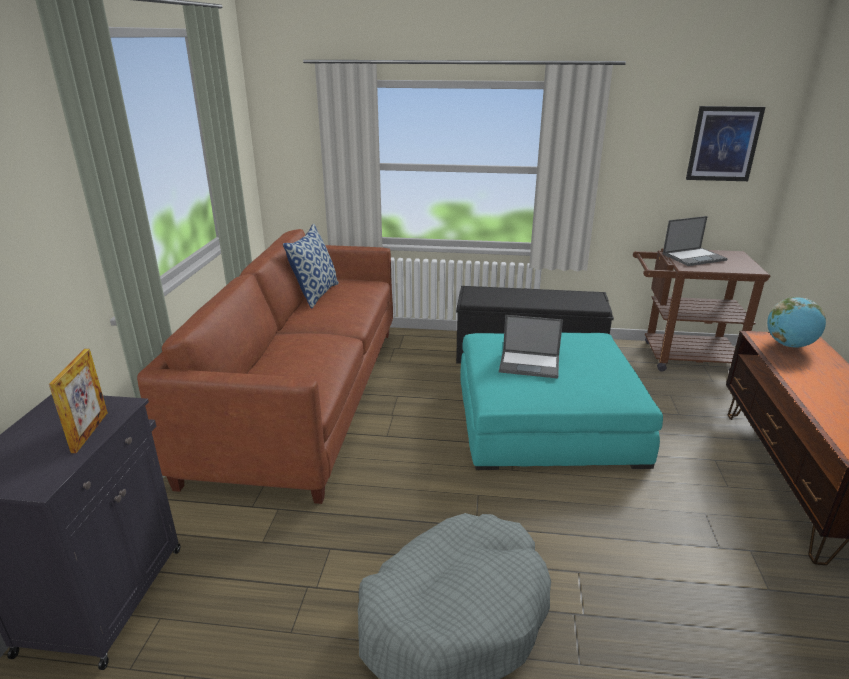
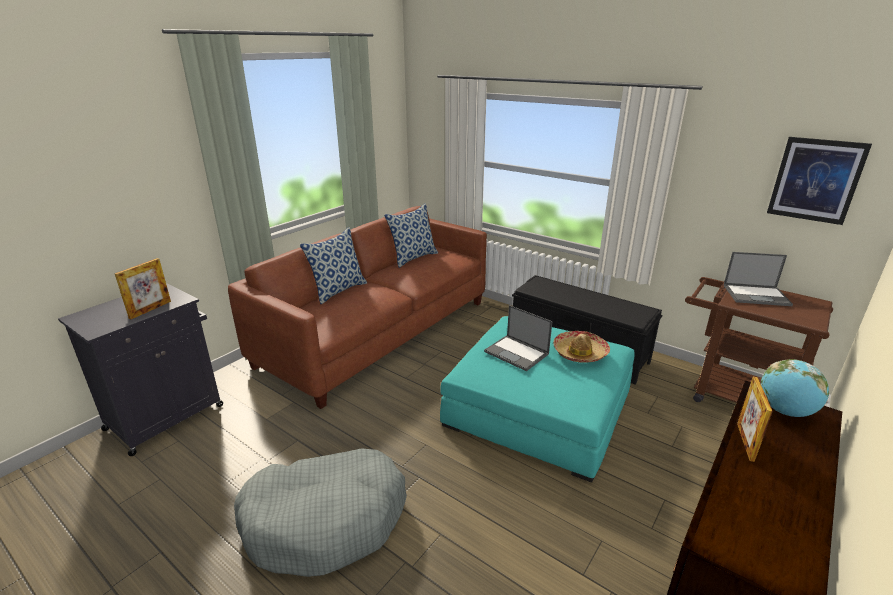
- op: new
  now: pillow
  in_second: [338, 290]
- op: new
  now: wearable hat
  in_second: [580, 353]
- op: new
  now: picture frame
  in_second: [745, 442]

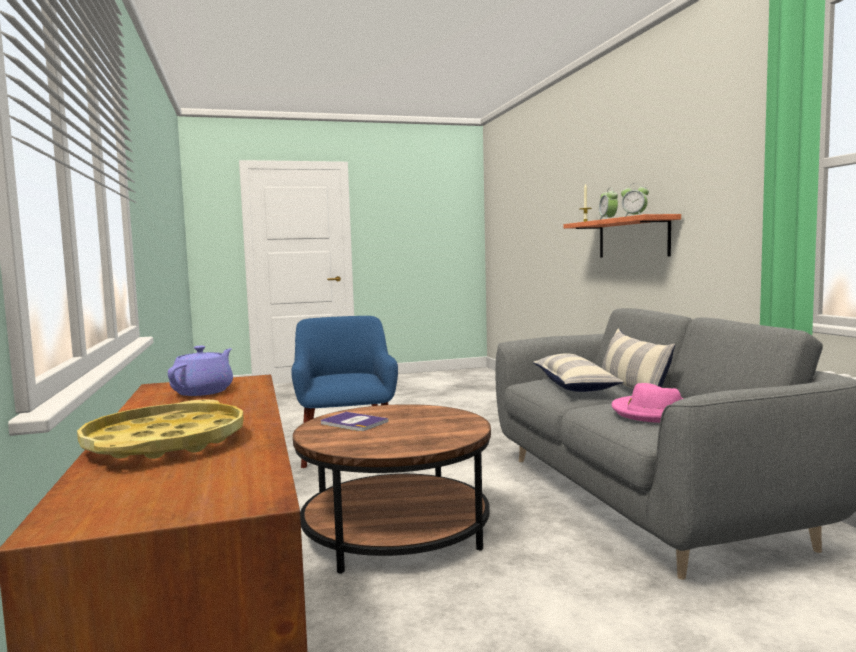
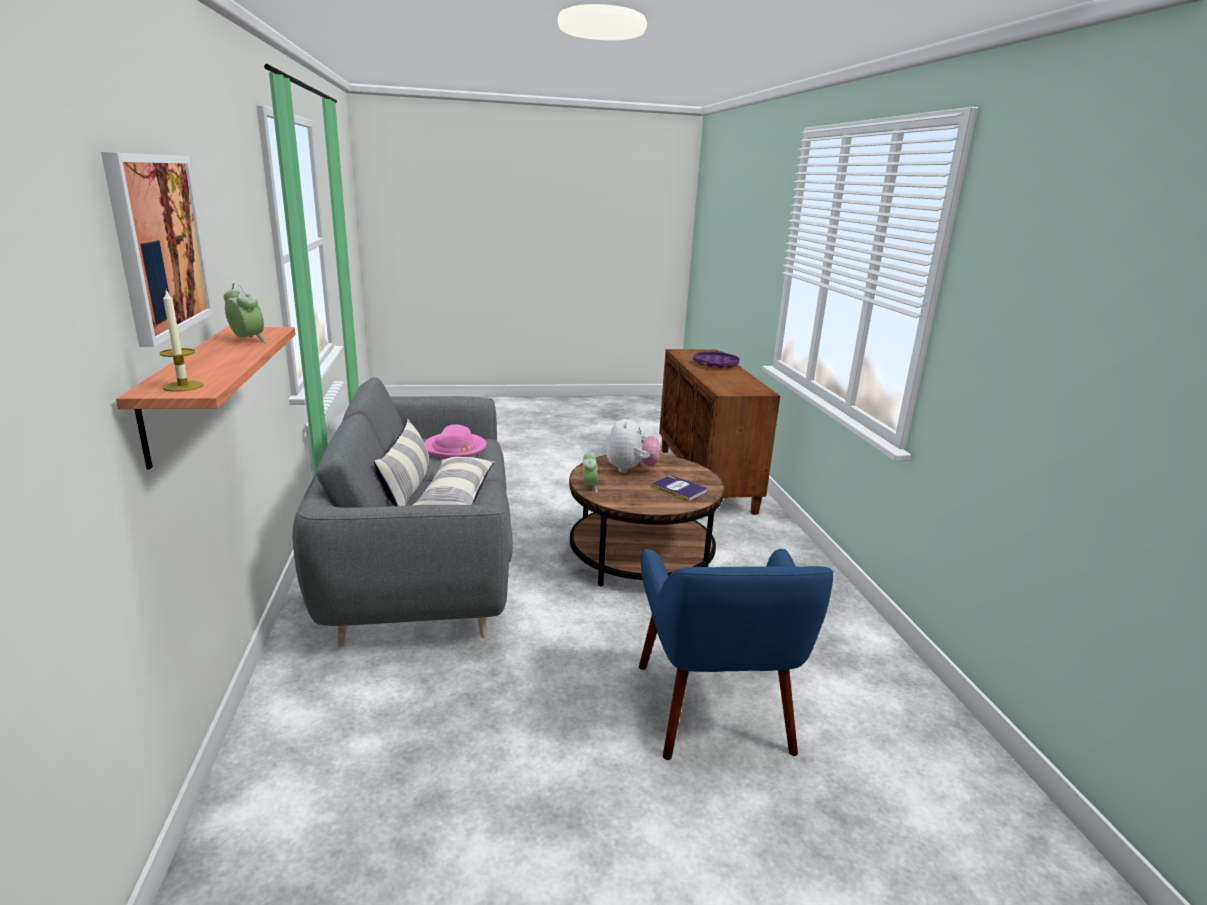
- op: shifted
  was: table clock
  in_first: [608, 219]
  in_second: [589, 487]
- op: gone
  was: purple-coloured pot for tea
  in_first: [204, 391]
- op: repainted
  was: yellow carrying tray
  now: purple-coloured carrying tray
  in_first: [165, 443]
  in_second: [715, 364]
- op: new
  now: wall art
  in_second: [158, 245]
- op: new
  now: plush toy
  in_second: [631, 469]

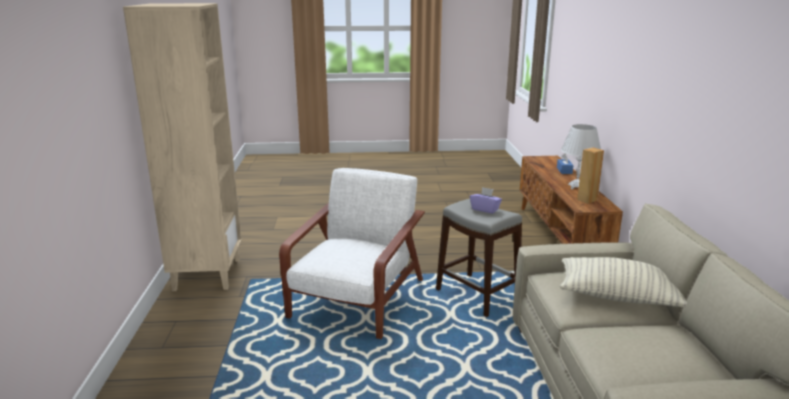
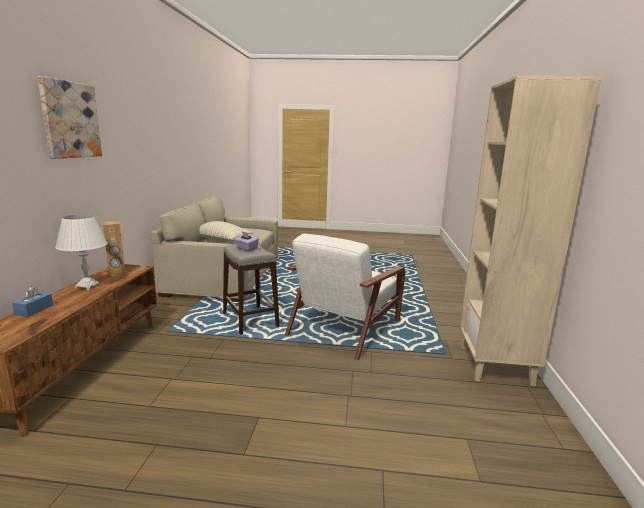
- op: new
  now: wall art
  in_second: [70, 120]

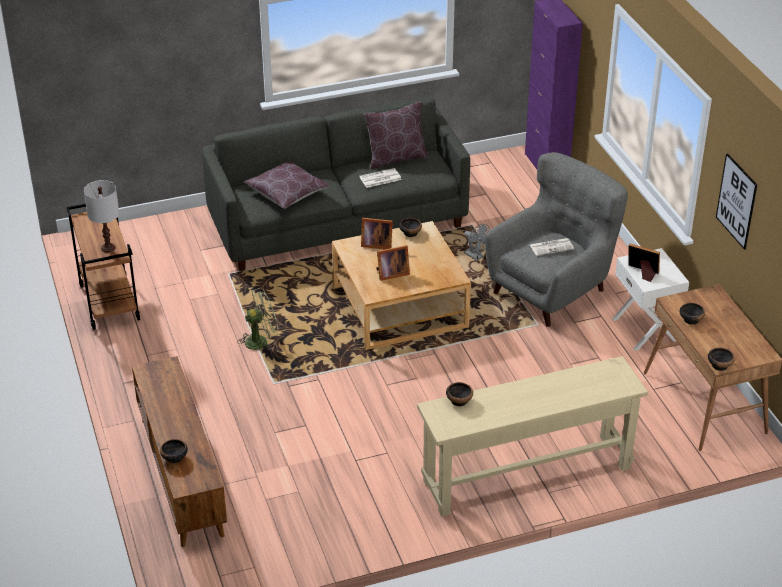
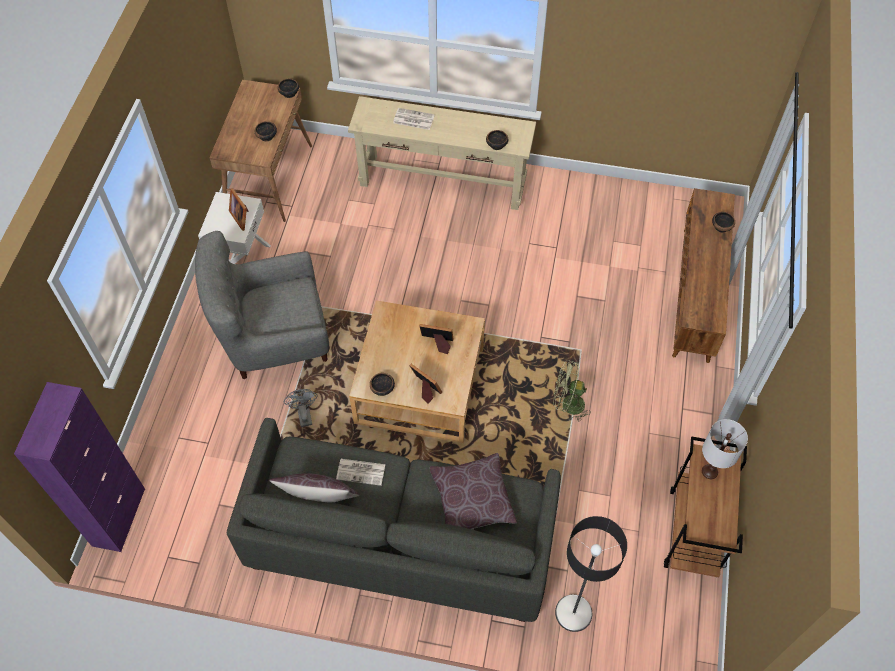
- op: gone
  was: wall art
  in_first: [736, 201]
- op: shifted
  was: newspaper
  in_first: [552, 247]
  in_second: [413, 119]
- op: new
  now: standing lamp
  in_second: [573, 613]

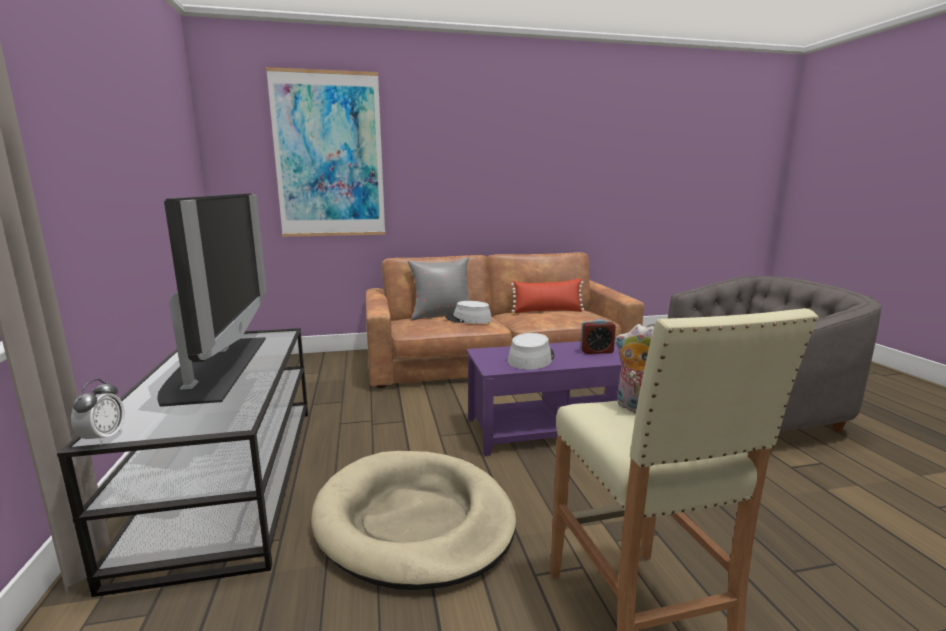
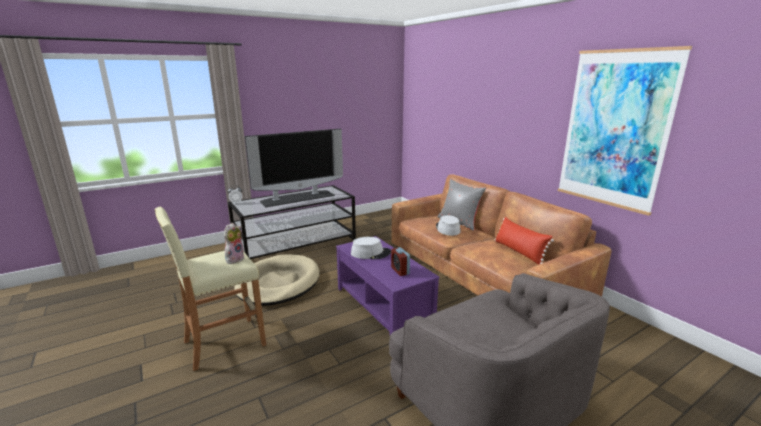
- op: shifted
  was: wall art
  in_first: [329, 156]
  in_second: [615, 130]

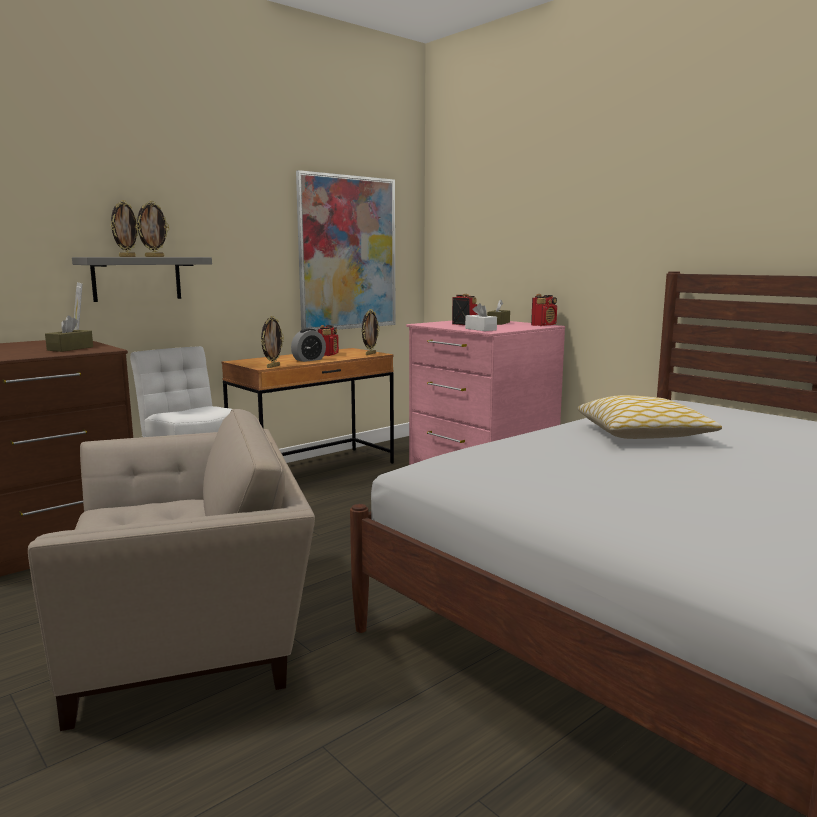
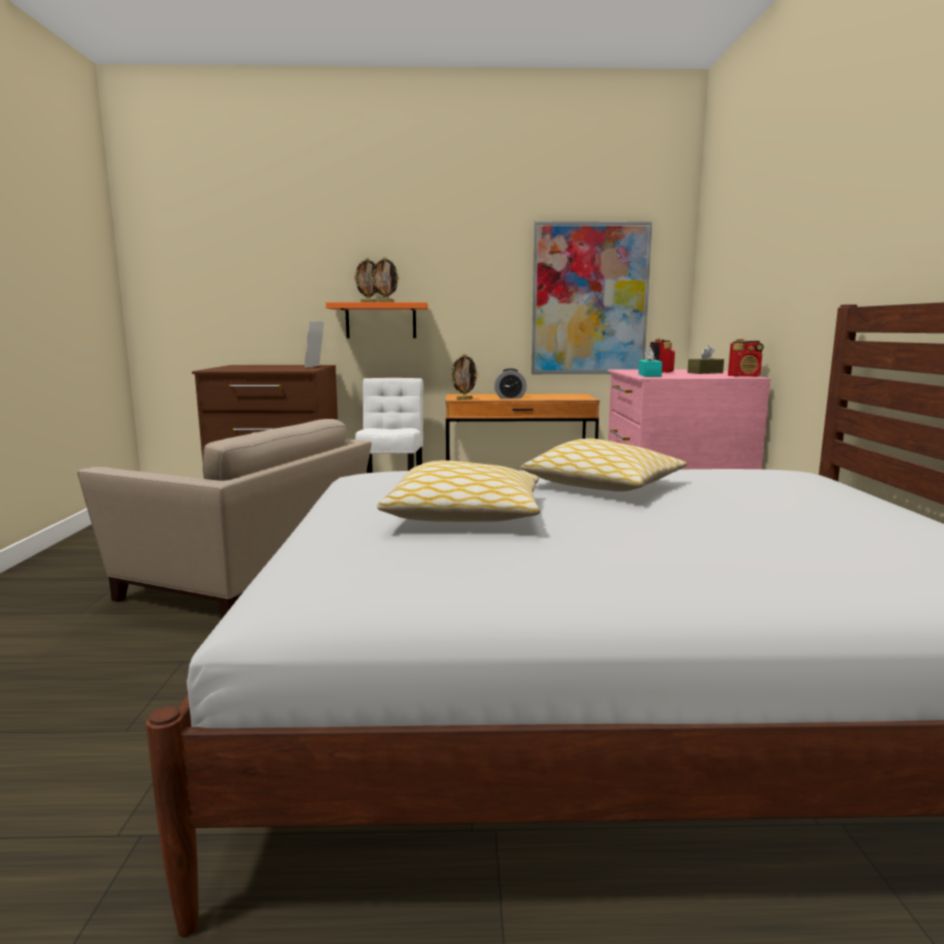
- op: repainted
  was: greyish shelf
  now: orange shelf
  in_first: [137, 278]
  in_second: [381, 321]
- op: repainted
  was: white-coloured box of tissues
  now: blue-green box of tissues
  in_first: [480, 329]
  in_second: [649, 375]
- op: gone
  was: picture frame
  in_first: [370, 354]
- op: gone
  was: brown-coloured box of tissues
  in_first: [70, 348]
- op: gone
  was: radio
  in_first: [328, 354]
- op: new
  now: pillow
  in_second: [465, 515]

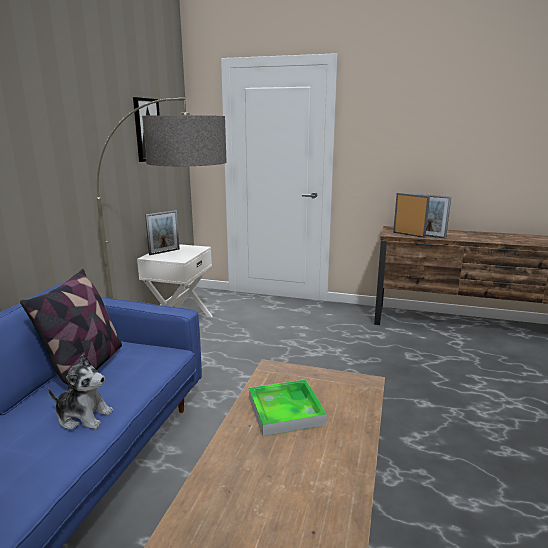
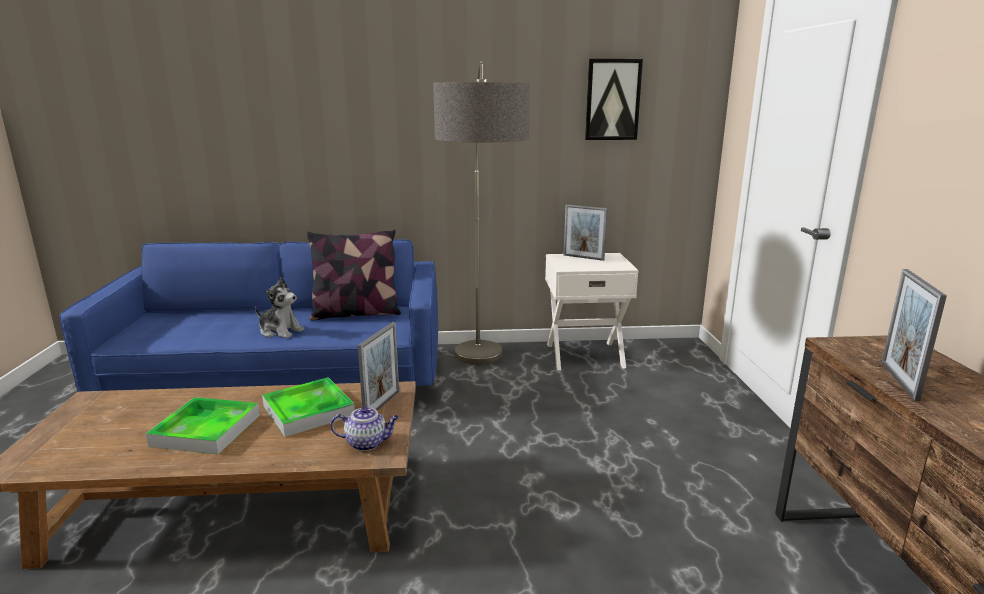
- op: shifted
  was: picture frame
  in_first: [408, 235]
  in_second: [382, 405]
- op: rotated
  was: plush toy
  in_first: [83, 416]
  in_second: [280, 331]
  clockwise: -60
- op: new
  now: carrying tray
  in_second: [206, 430]
- op: new
  now: pot for tea
  in_second: [367, 443]

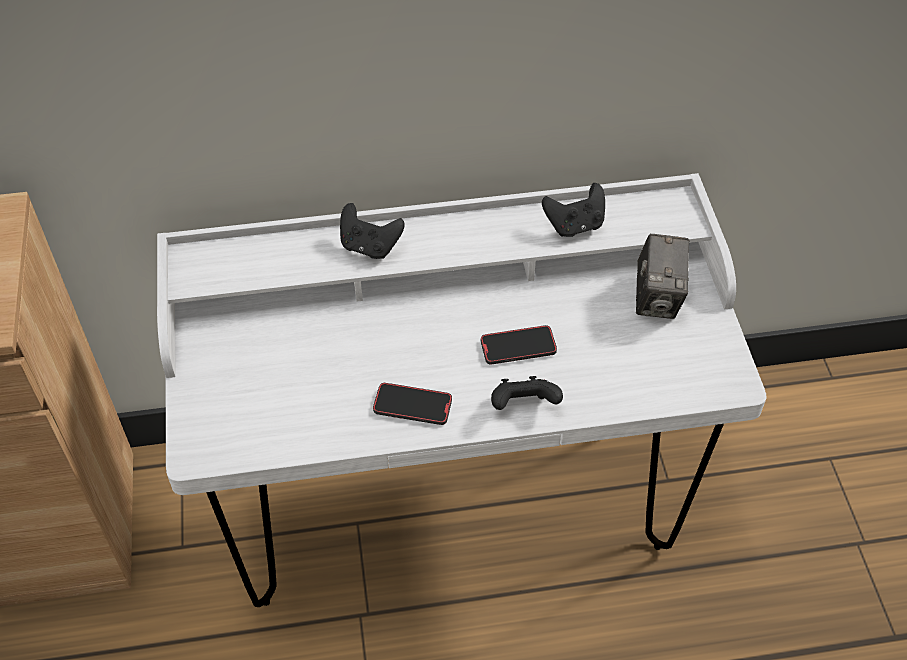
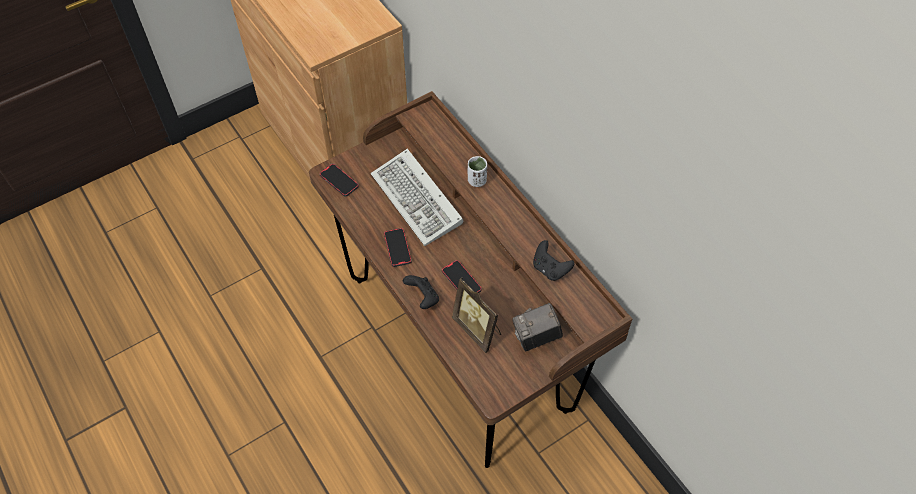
- op: repainted
  was: white-coloured desk table
  now: brown-coloured desk table
  in_first: [453, 505]
  in_second: [459, 343]
- op: swapped
  was: black joypad
  now: white-coloured small cup
  in_first: [370, 246]
  in_second: [477, 180]
- op: new
  now: computer keyboard
  in_second: [419, 201]
- op: new
  now: handset
  in_second: [339, 181]
- op: new
  now: picture frame
  in_second: [478, 329]

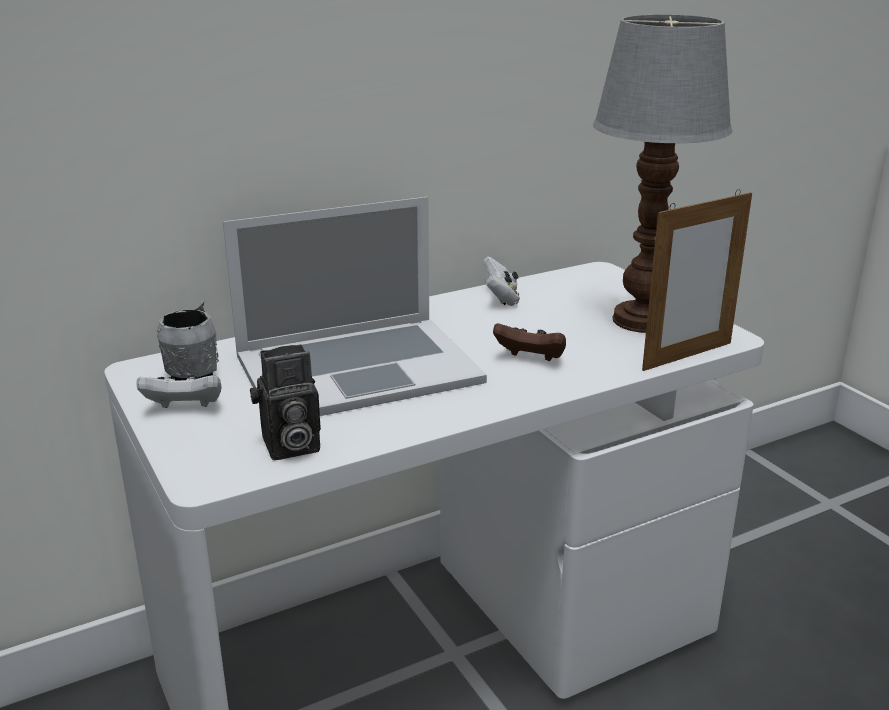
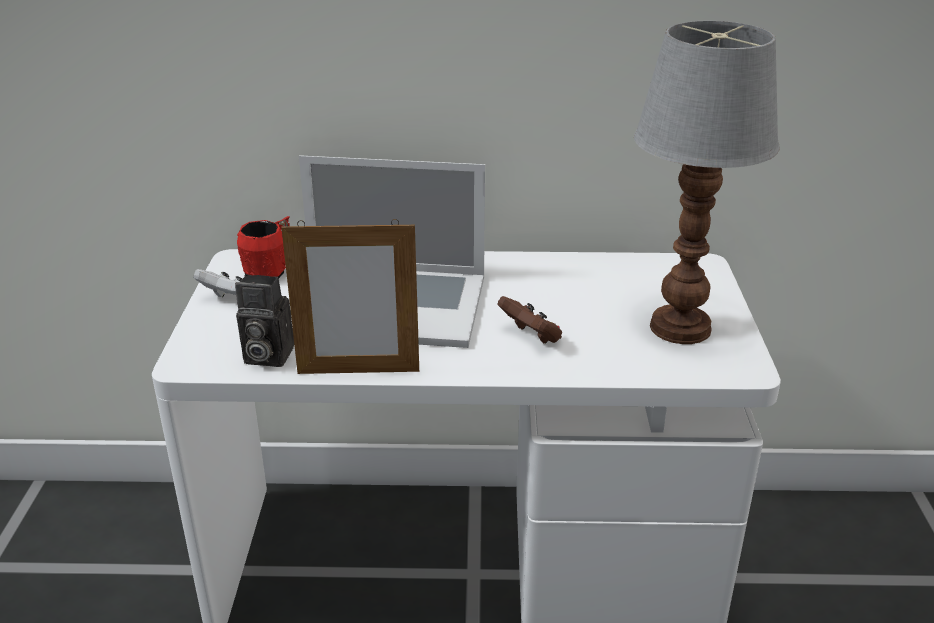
- op: shifted
  was: picture frame
  in_first: [687, 356]
  in_second: [358, 372]
- op: gone
  was: white-coloured joypad
  in_first: [501, 298]
- op: repainted
  was: greyish coffee mug
  now: red coffee mug
  in_first: [195, 371]
  in_second: [271, 272]

